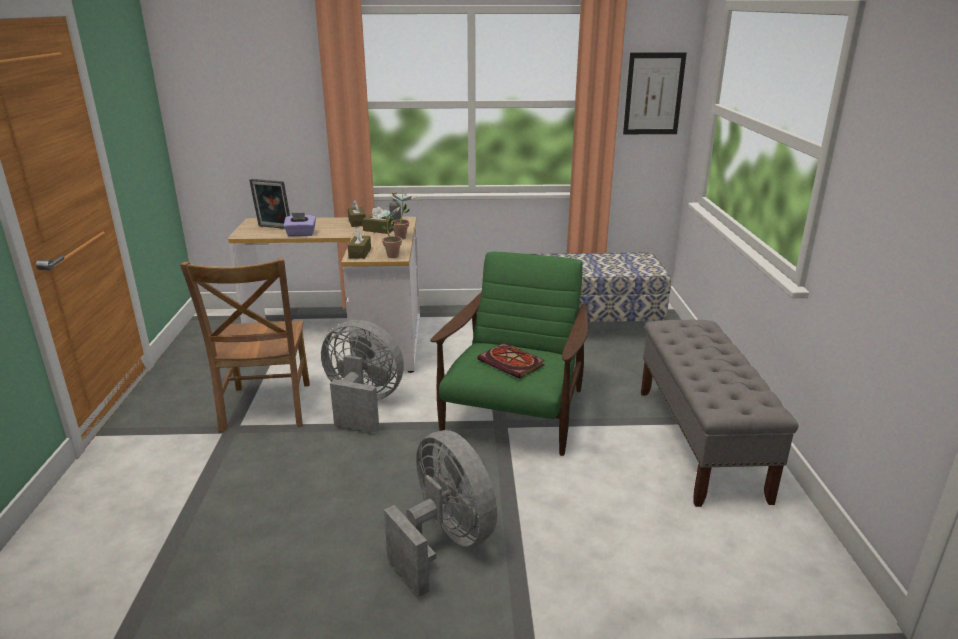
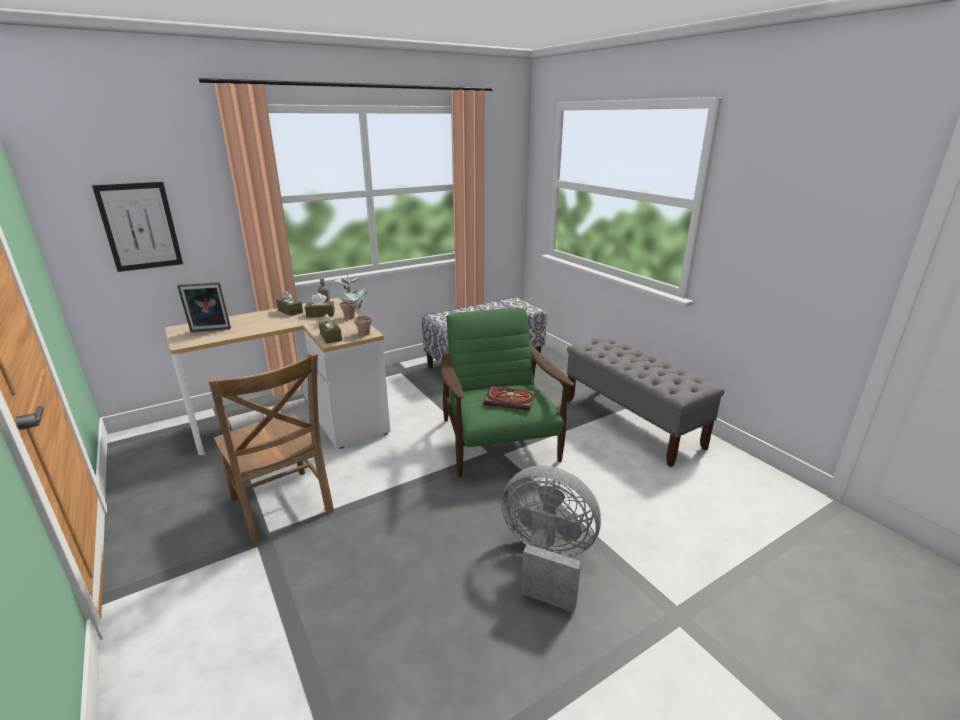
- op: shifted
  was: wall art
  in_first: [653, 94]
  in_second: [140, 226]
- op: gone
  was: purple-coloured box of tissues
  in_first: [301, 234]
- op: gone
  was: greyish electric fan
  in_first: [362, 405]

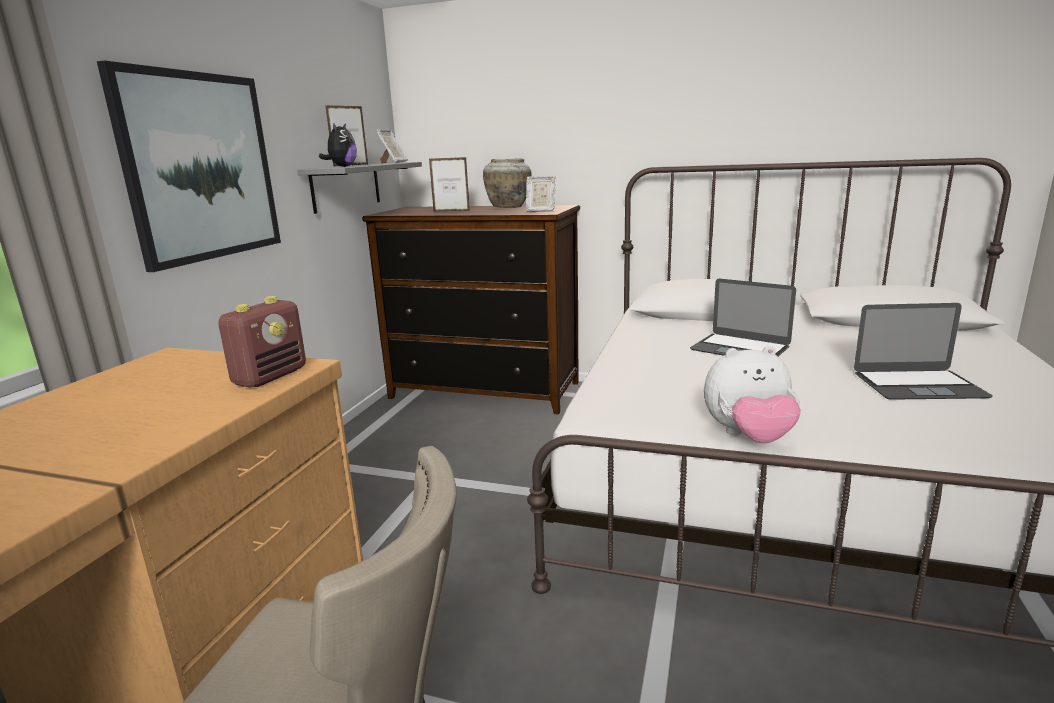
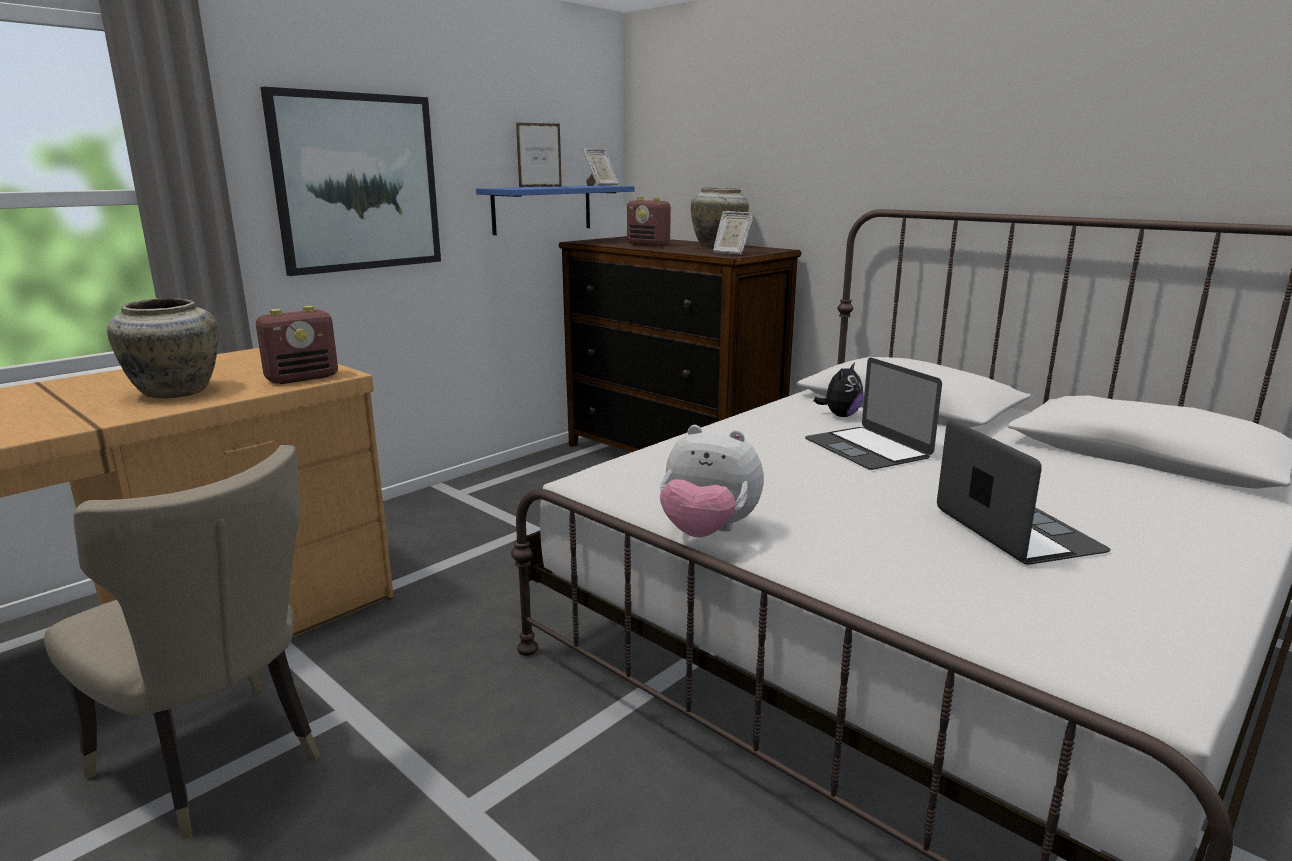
- op: shifted
  was: plush toy
  in_first: [342, 167]
  in_second: [840, 415]
- op: swapped
  was: picture frame
  now: radio
  in_first: [451, 211]
  in_second: [649, 245]
- op: repainted
  was: greyish shelf
  now: blue-coloured shelf
  in_first: [346, 186]
  in_second: [542, 209]
- op: rotated
  was: portable computer
  in_first: [918, 385]
  in_second: [1017, 530]
  clockwise: -135
- op: new
  now: sand-coloured flower vase
  in_second: [175, 392]

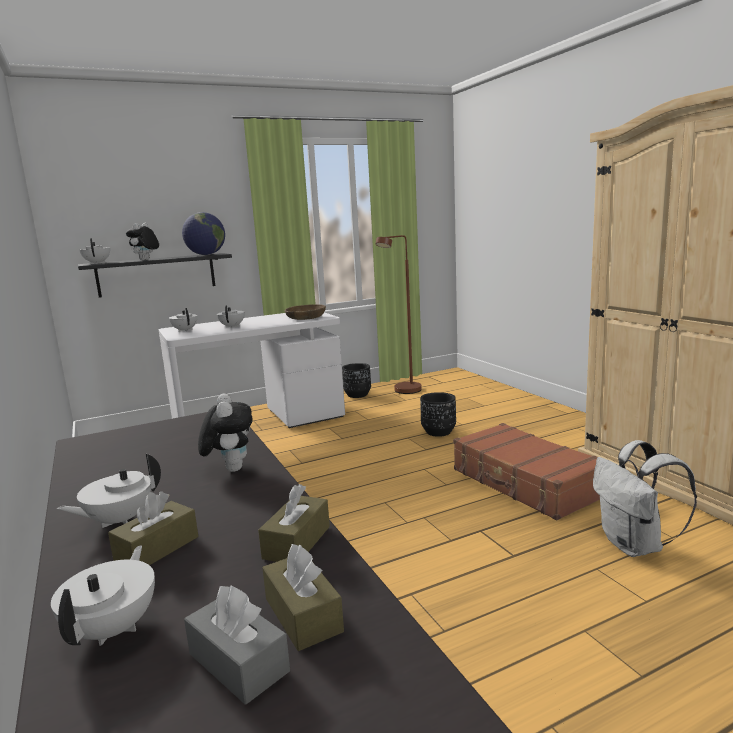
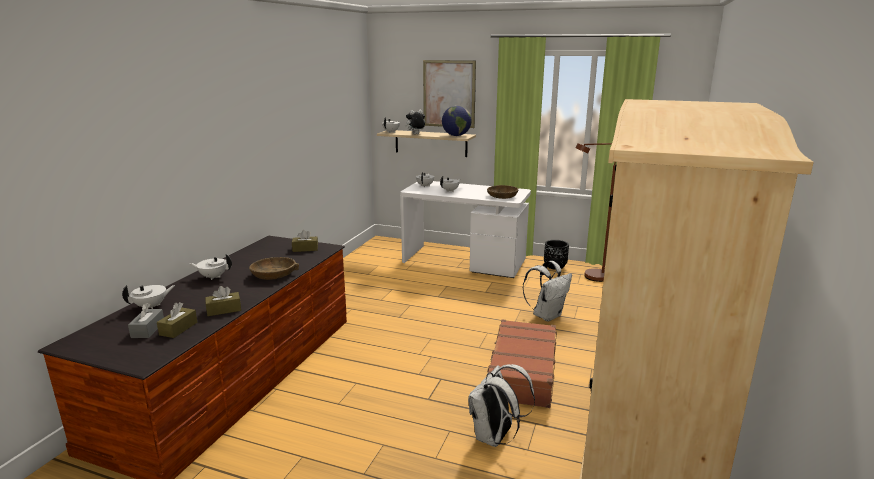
- op: repainted
  was: black shelf
  now: sand-coloured shelf
  in_first: [156, 275]
  in_second: [430, 143]
- op: swapped
  was: black planter
  now: white-coloured rucksack
  in_first: [438, 432]
  in_second: [547, 315]
- op: swapped
  was: plush toy
  now: brown-coloured serving bowl
  in_first: [230, 468]
  in_second: [274, 274]
- op: shifted
  was: brown-coloured box of tissues
  in_first: [157, 548]
  in_second: [305, 249]
- op: new
  now: wall art
  in_second: [449, 94]

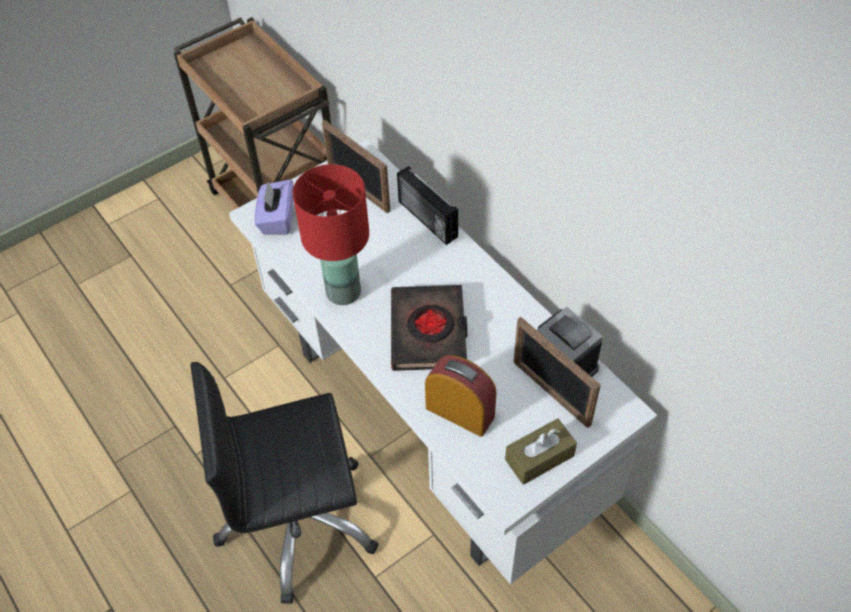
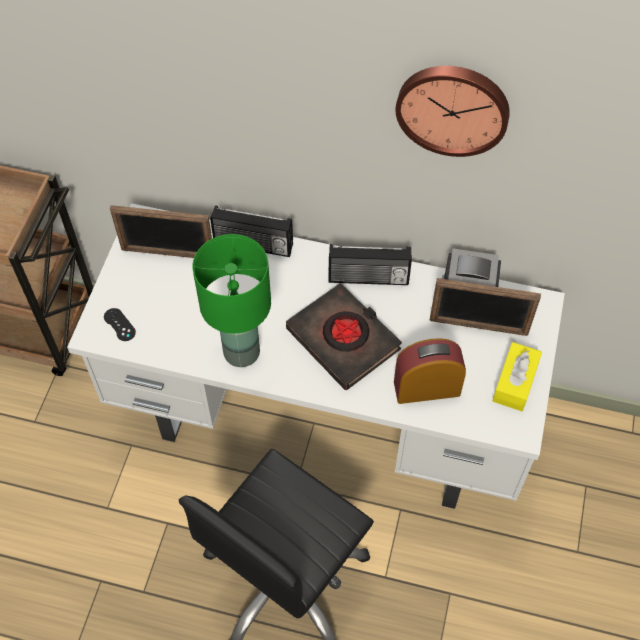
- op: repainted
  was: red tabletop lamp
  now: greenish tabletop lamp
  in_first: [343, 293]
  in_second: [242, 352]
- op: swapped
  was: purple-coloured box of tissues
  now: black joypad
  in_first: [277, 219]
  in_second: [119, 324]
- op: repainted
  was: brown-coloured box of tissues
  now: yellow box of tissues
  in_first: [539, 457]
  in_second: [515, 382]
- op: new
  now: hanging clock
  in_second: [453, 107]
- op: new
  now: radio
  in_second: [368, 279]

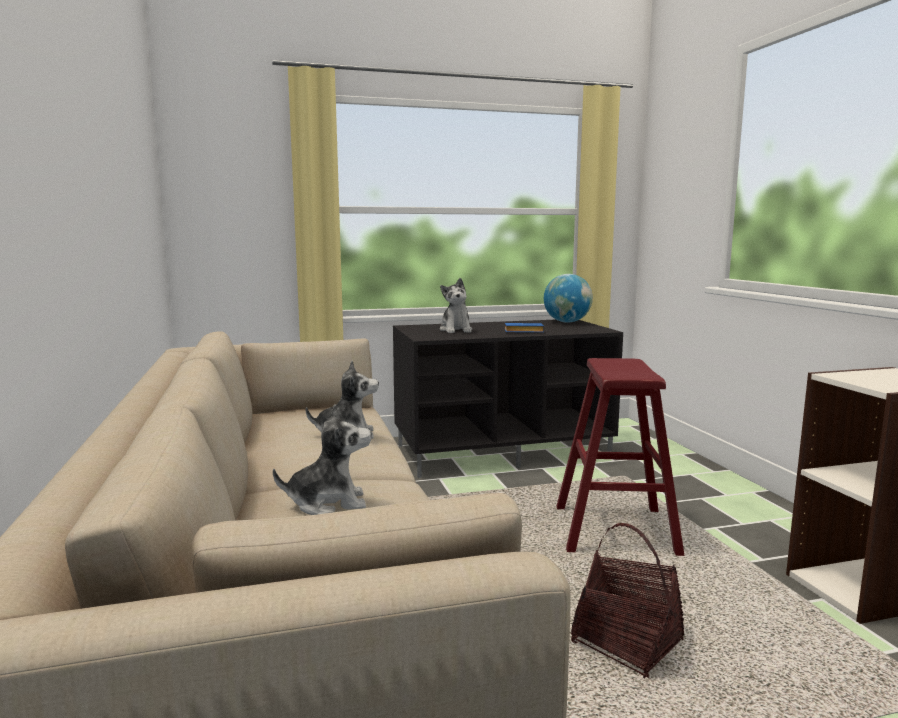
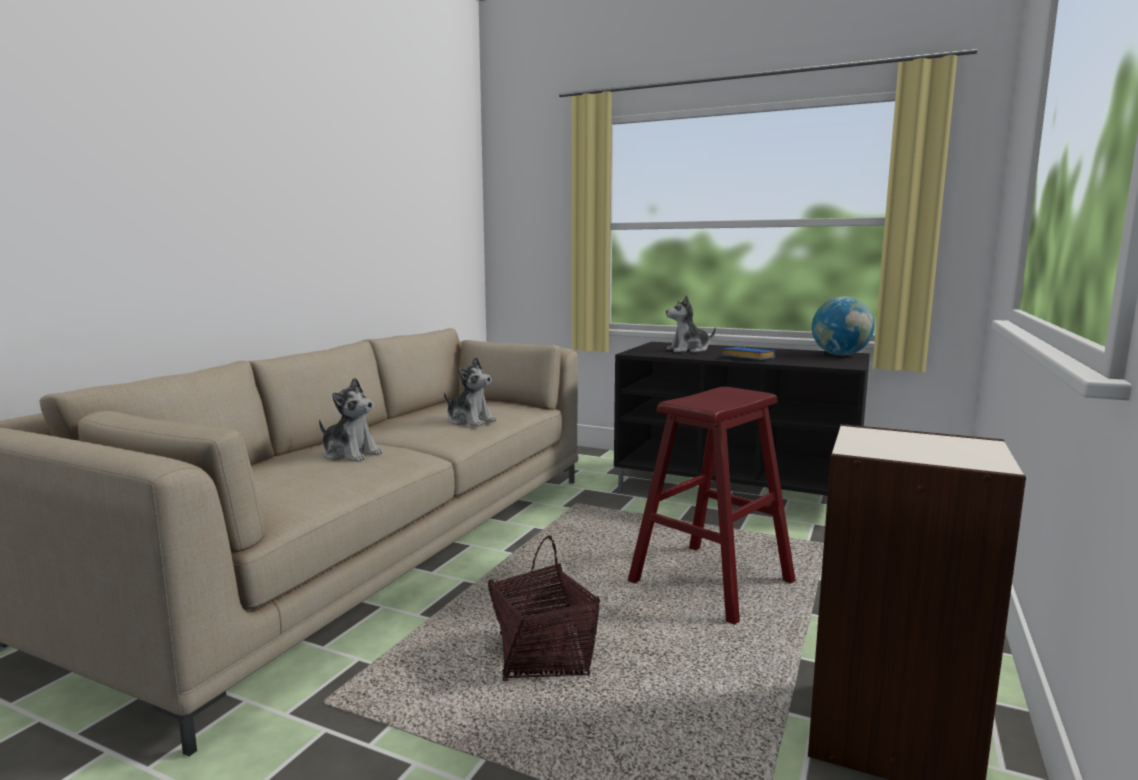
- op: rotated
  was: plush toy
  in_first: [456, 330]
  in_second: [688, 350]
  clockwise: 45

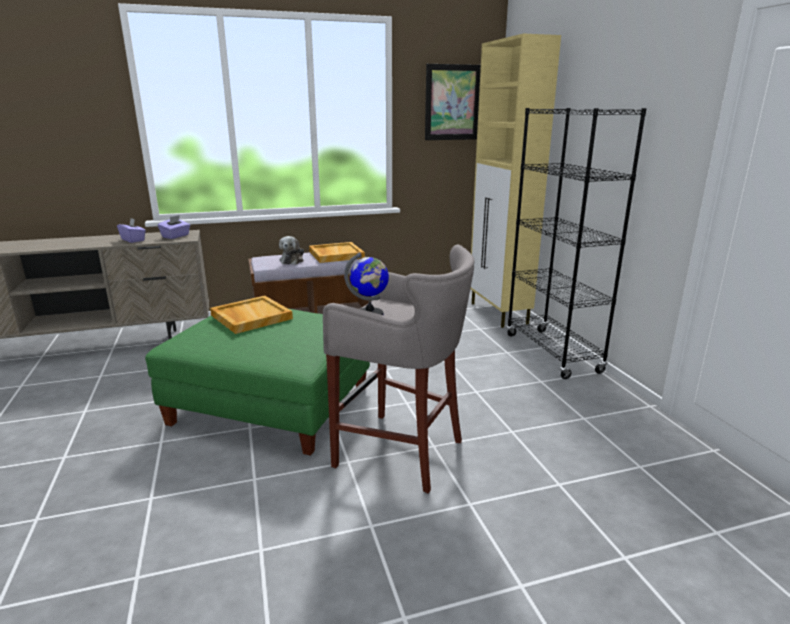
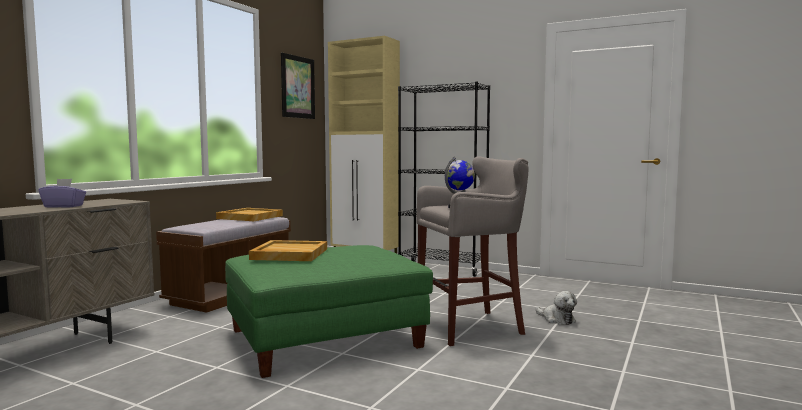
- op: gone
  was: purple-coloured box of tissues
  in_first: [176, 236]
- op: shifted
  was: plush toy
  in_first: [292, 260]
  in_second: [556, 319]

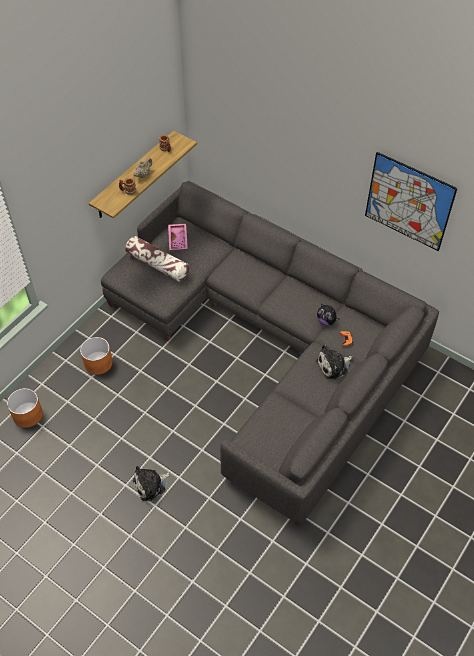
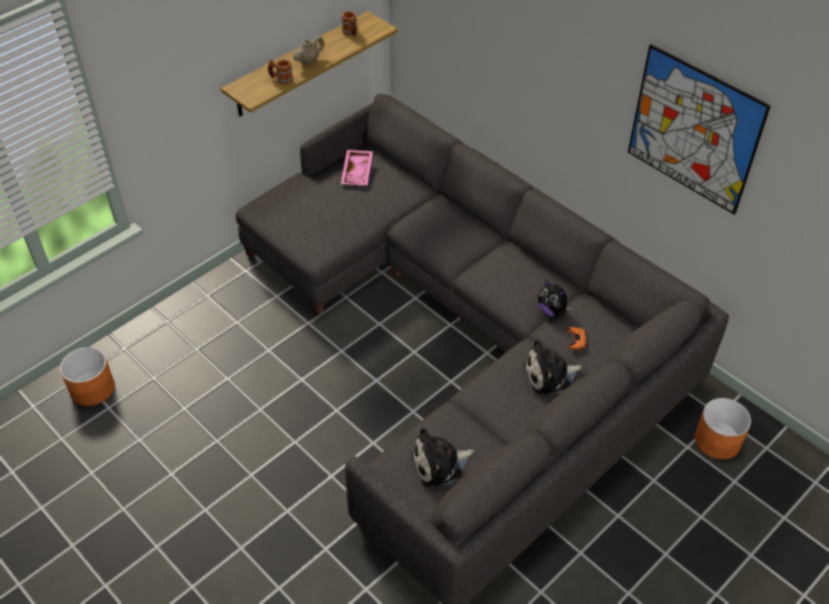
- op: gone
  was: pillow
  in_first: [158, 264]
- op: shifted
  was: orange planter
  in_first: [98, 363]
  in_second: [717, 440]
- op: shifted
  was: plush toy
  in_first: [151, 485]
  in_second: [440, 464]

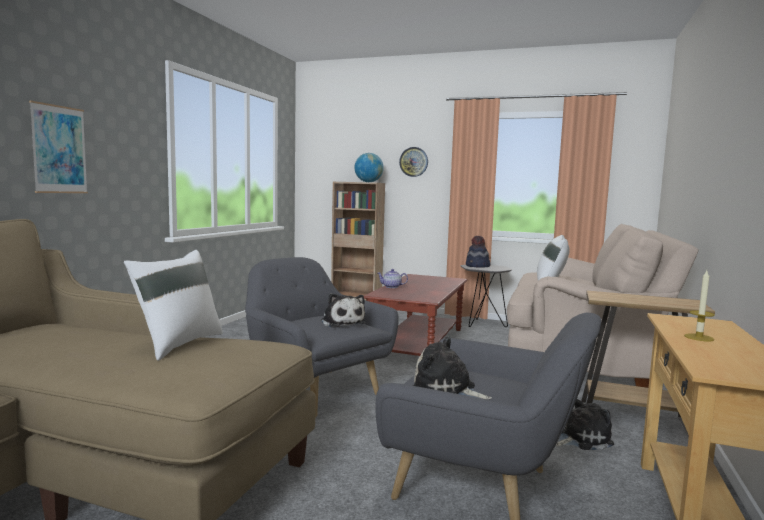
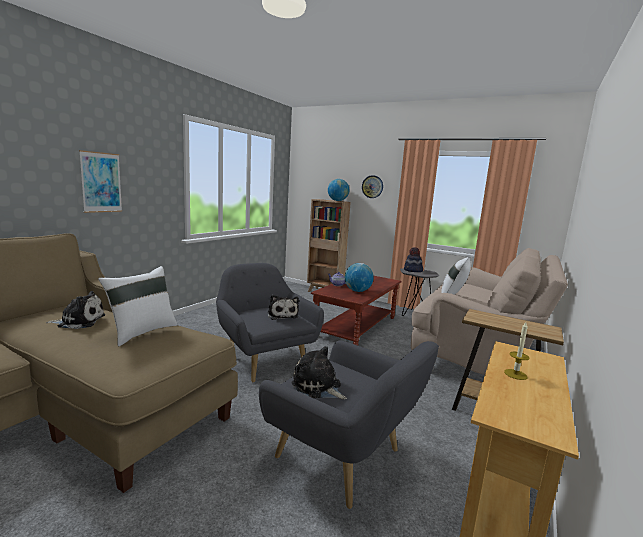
- op: shifted
  was: plush toy
  in_first: [581, 439]
  in_second: [79, 321]
- op: new
  now: globe
  in_second: [357, 291]

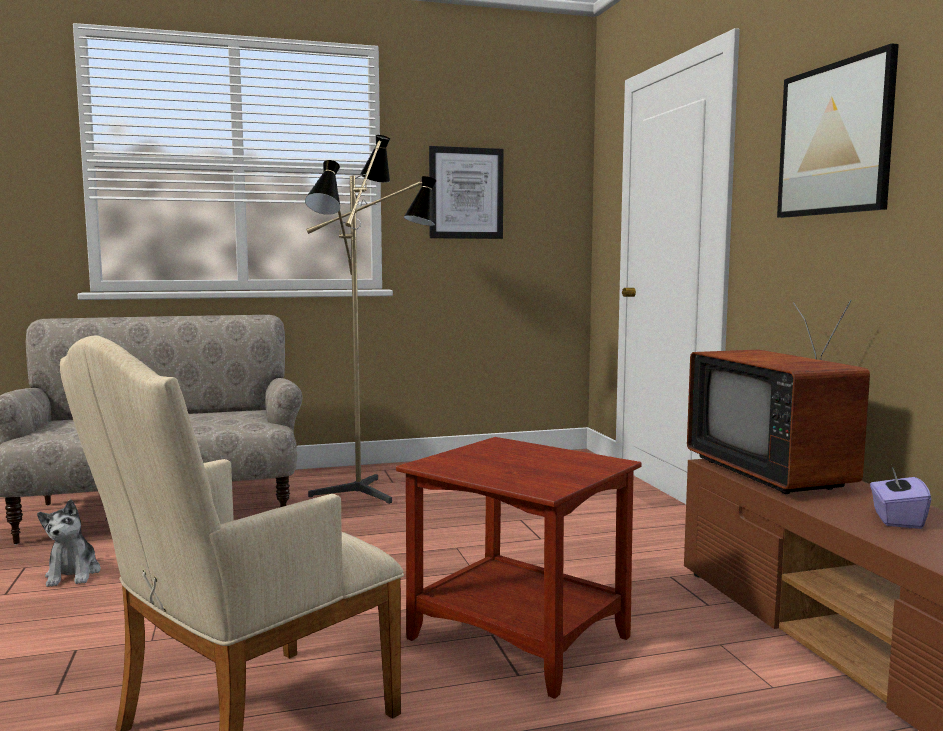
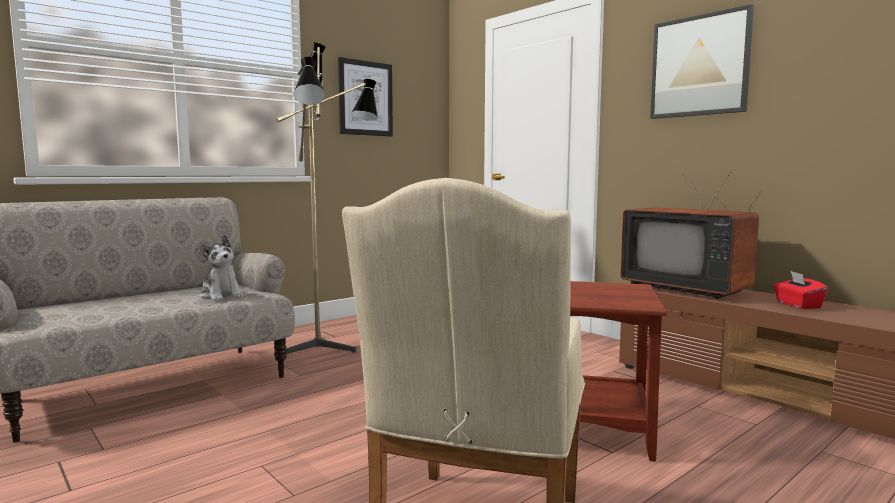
- op: repainted
  was: purple-coloured box of tissues
  now: red box of tissues
  in_first: [896, 519]
  in_second: [797, 305]
- op: shifted
  was: plush toy
  in_first: [73, 574]
  in_second: [221, 296]

